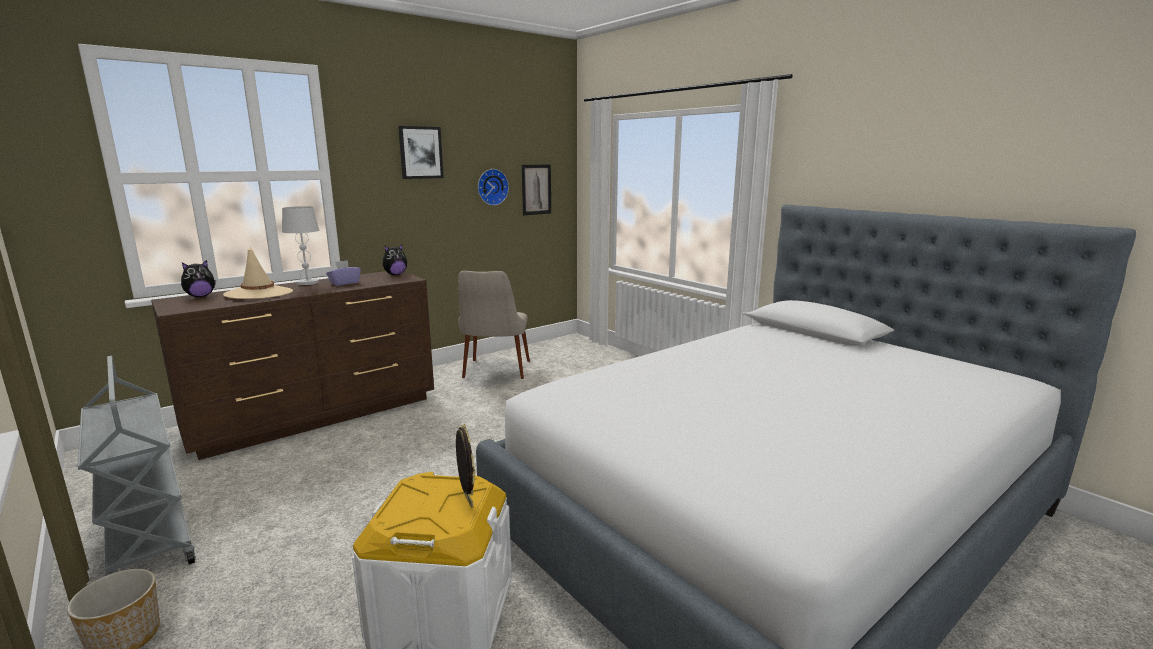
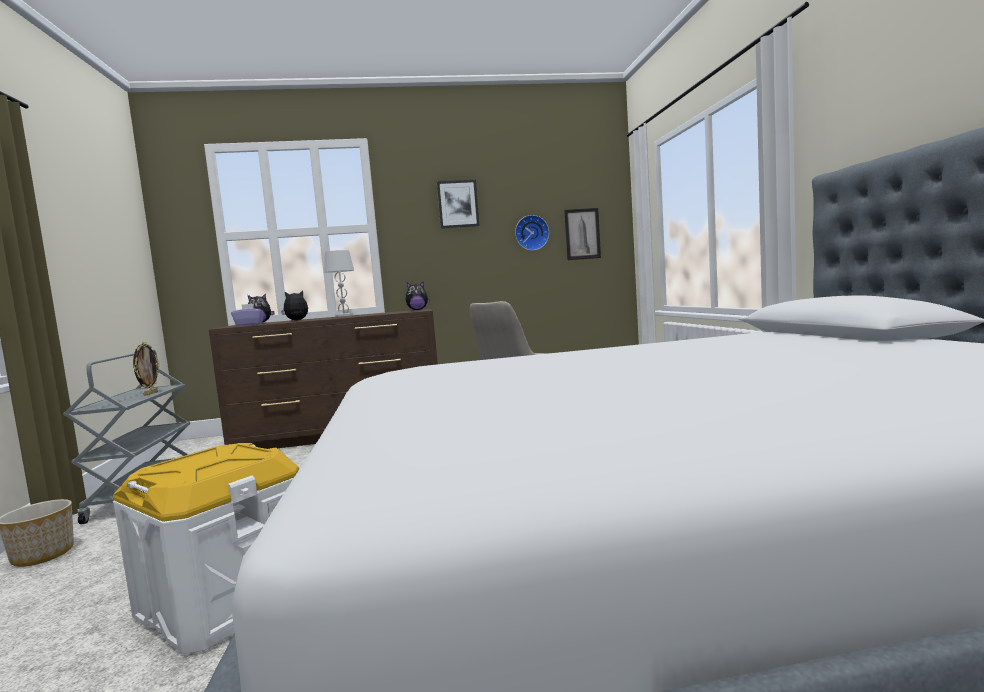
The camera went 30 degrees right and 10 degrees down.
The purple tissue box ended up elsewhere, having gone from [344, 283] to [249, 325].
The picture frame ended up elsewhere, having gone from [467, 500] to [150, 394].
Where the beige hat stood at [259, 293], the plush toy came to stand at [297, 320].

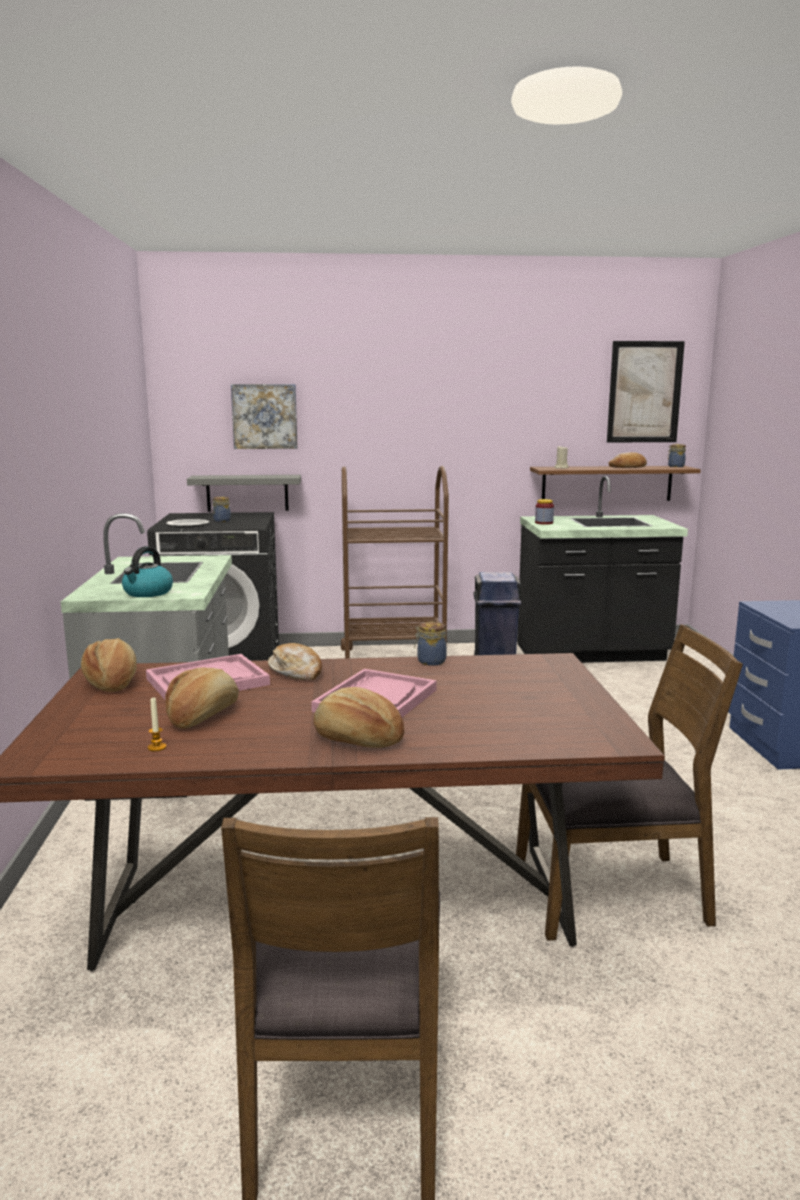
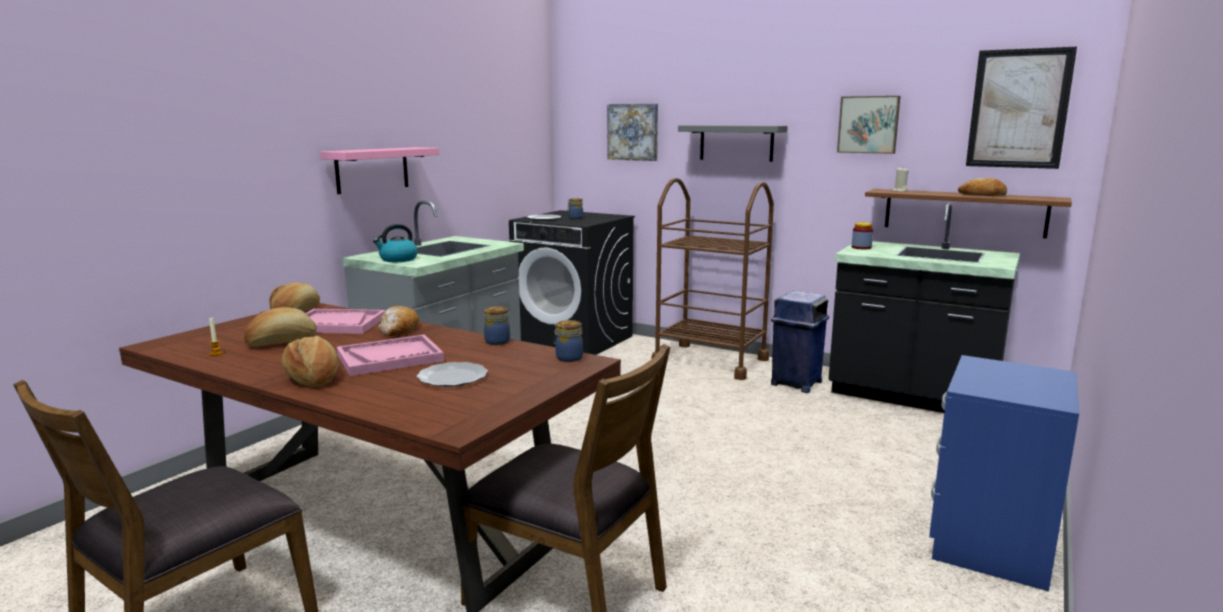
The camera went 35 degrees right and 0 degrees up.
The second view gained the pink shelf at [372, 169].
The second view gained the plate at [453, 377].
The second view gained the picture at [868, 124].
The grey shelf ended up elsewhere, having gone from [247, 493] to [736, 143].
The jar ended up elsewhere, having gone from [675, 466] to [568, 358].

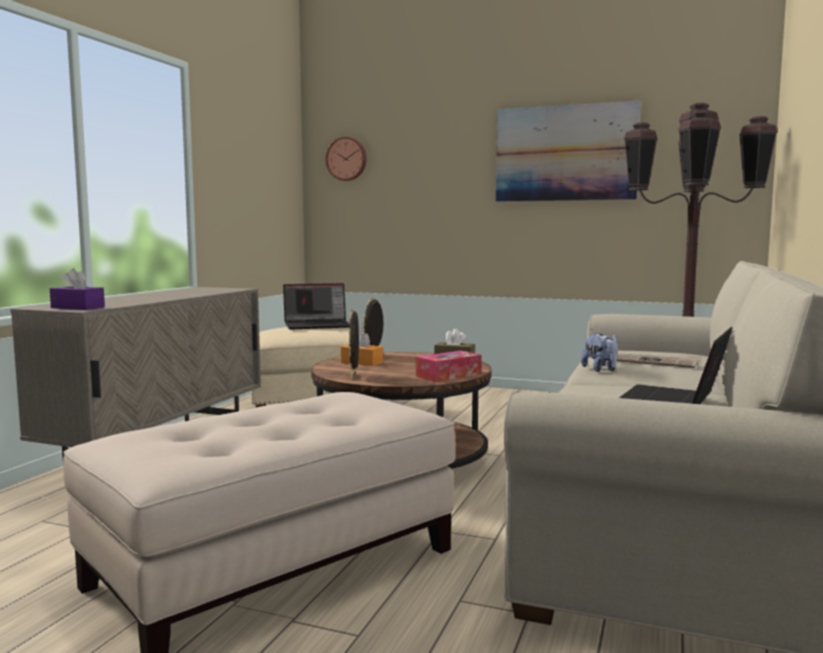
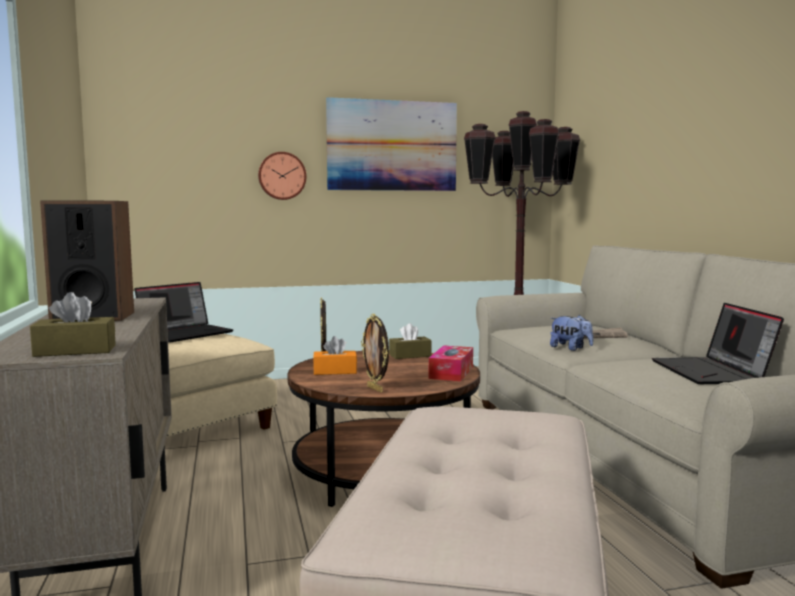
The camera went 35 degrees left and 0 degrees up.
The second view gained the speaker at [93, 317].
The wall clock ended up elsewhere, having gone from [347, 159] to [282, 176].
What was the purple tissue box at [78, 307] turned into the brown tissue box at [75, 351].

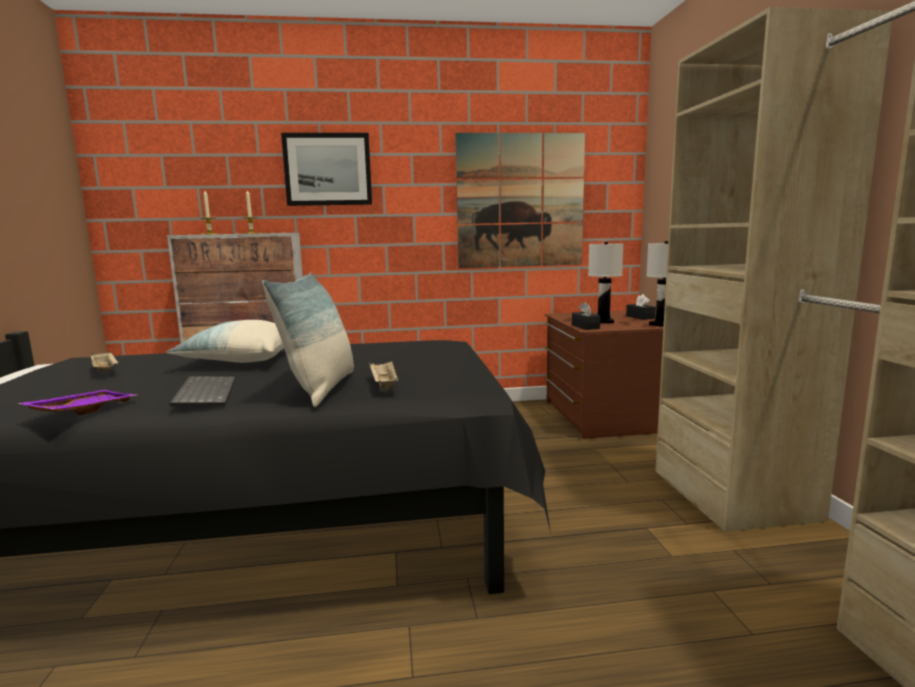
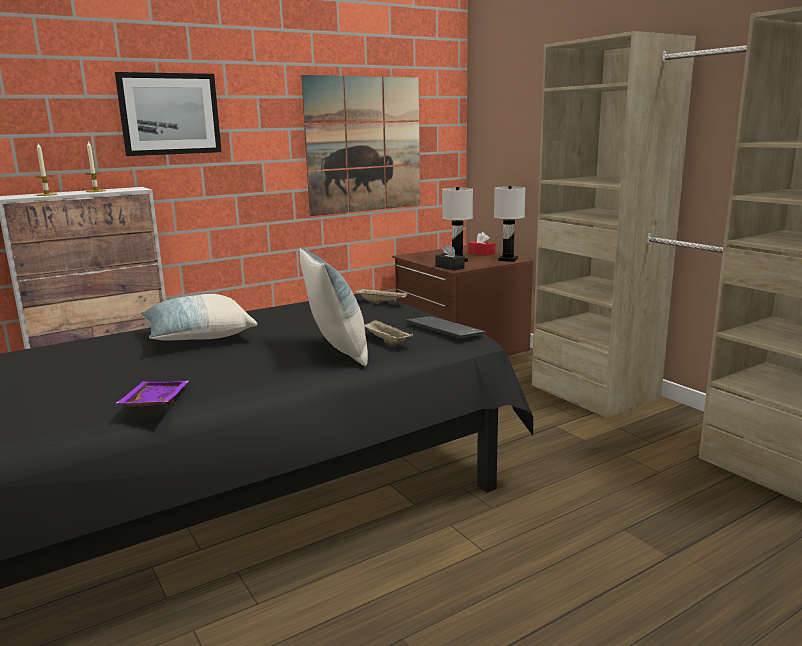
The camera went 25 degrees left and 5 degrees up.
The beige tray ended up elsewhere, having gone from [105, 371] to [382, 302].
The keyboard ended up elsewhere, having gone from [204, 393] to [442, 329].
What was the black tissue box at [640, 317] turned into the red tissue box at [481, 253].

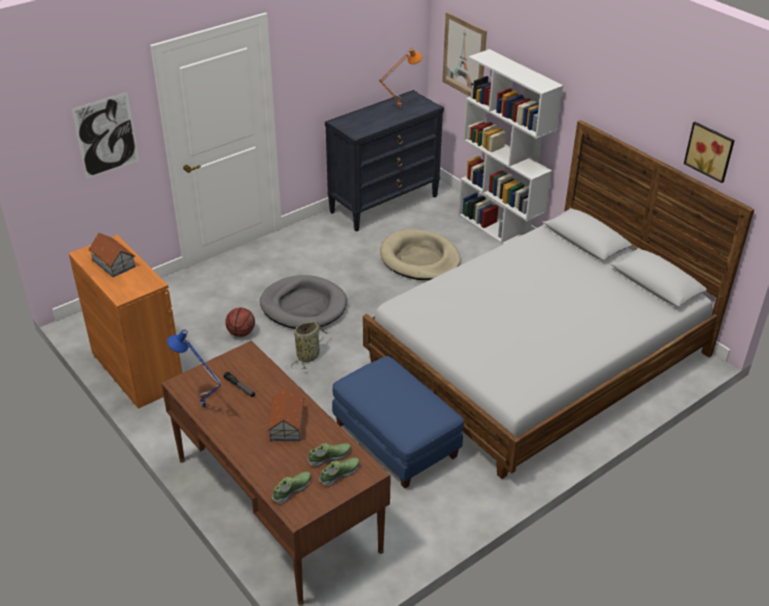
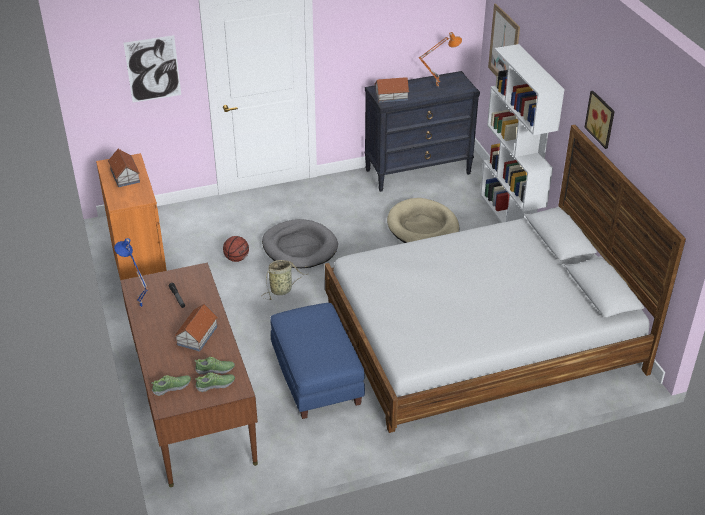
The camera went 20 degrees right and 0 degrees up.
The second view gained the toy house at [392, 96].
The picture ended up elsewhere, having gone from [710, 151] to [602, 119].

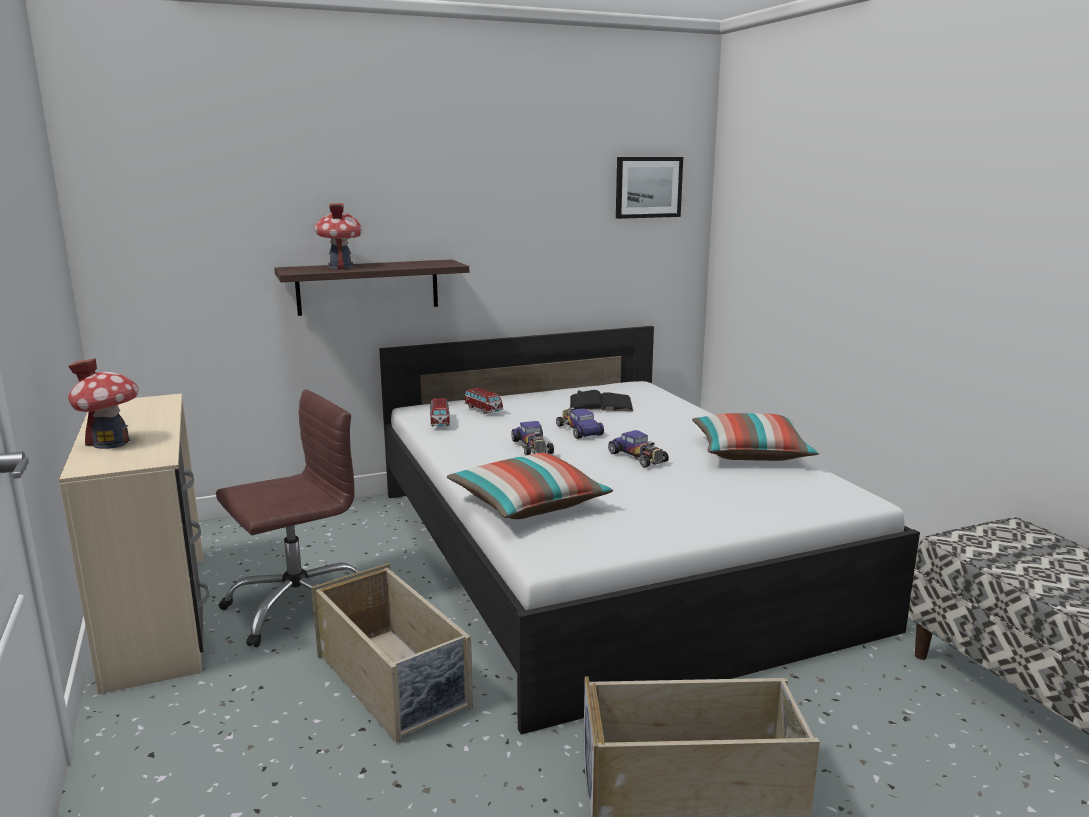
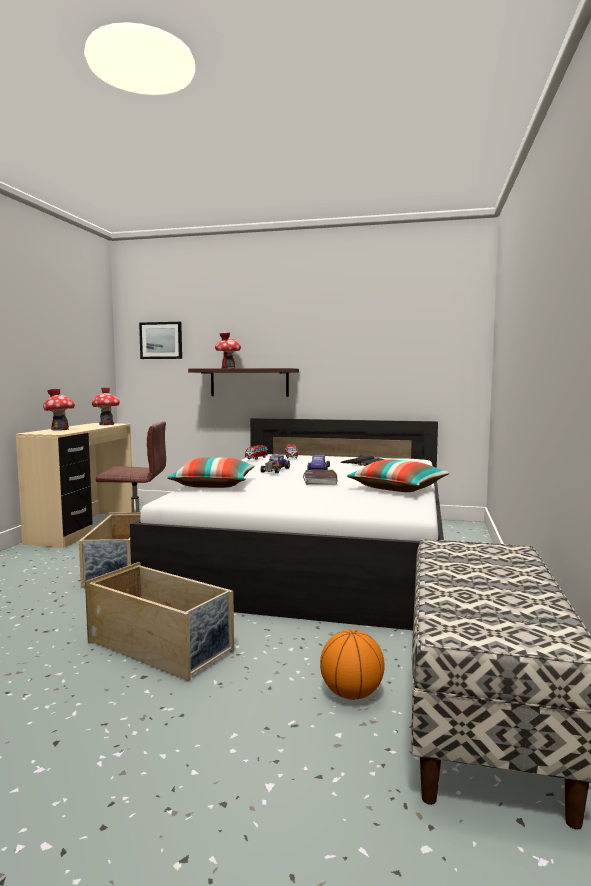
The camera went 35 degrees right and 10 degrees down.
The second view gained the toy house at [106, 424].
The second view gained the basketball at [351, 694].
The picture ended up elsewhere, having gone from [648, 187] to [161, 340].
Where the toy car stood at [638, 457], the book came to stand at [320, 480].

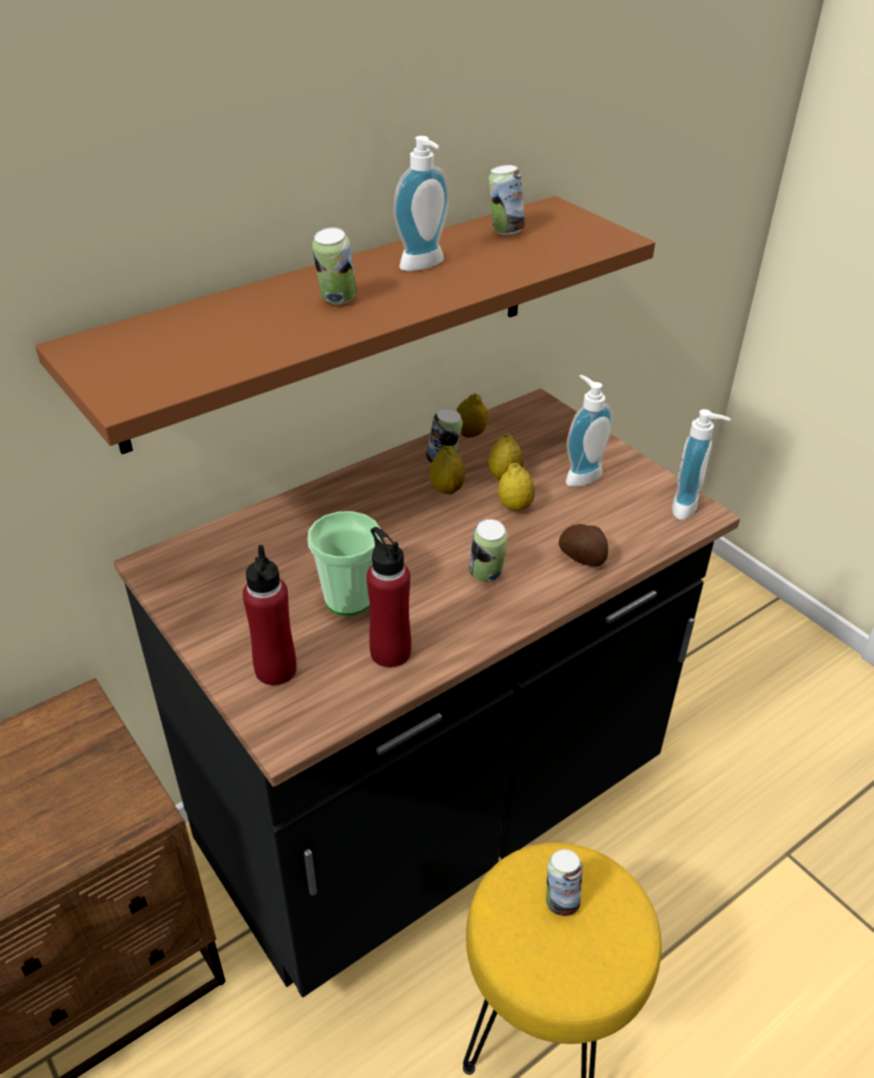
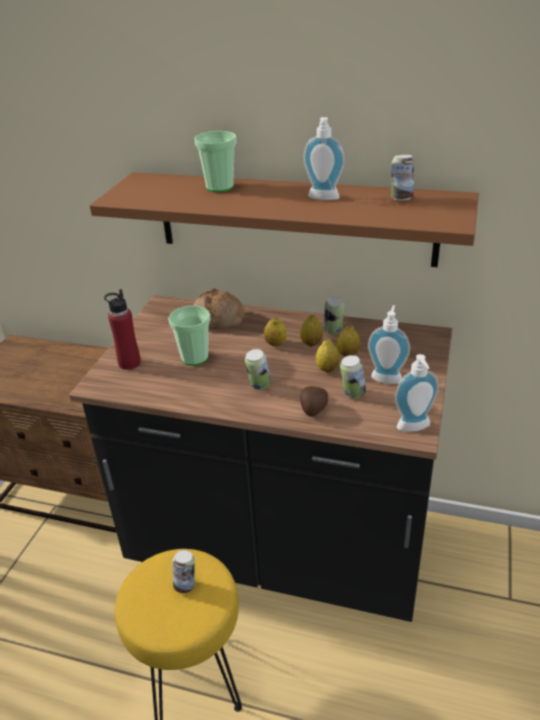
The camera went 55 degrees right and 5 degrees down.
The second view lost the red bottle at [390, 652].
The second view gained the bread at [217, 320].
The second view gained the cup at [219, 187].
The can ended up elsewhere, having gone from [336, 300] to [352, 394].
The lemon ended up elsewhere, having gone from [470, 434] to [275, 344].

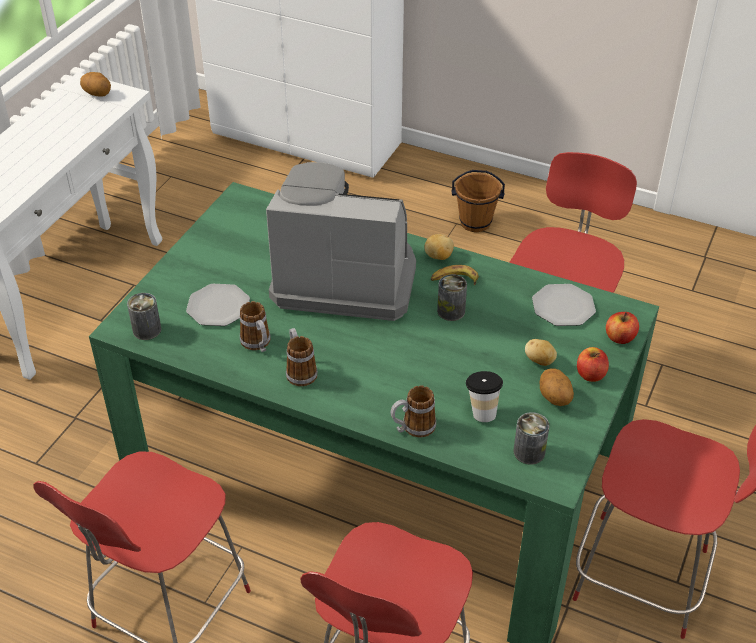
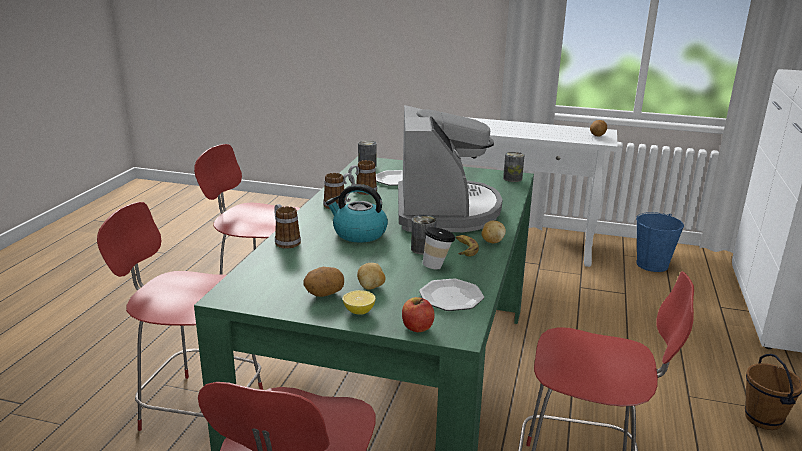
The camera went 80 degrees right and 20 degrees down.
The second view gained the kettle at [359, 233].
The second view gained the blue bucket at [652, 265].
The cup ended up elsewhere, having gone from [482, 411] to [437, 266].
The can ended up elsewhere, having gone from [529, 452] to [512, 178].
Where the apple stood at [590, 374], the lemon came to stand at [359, 311].

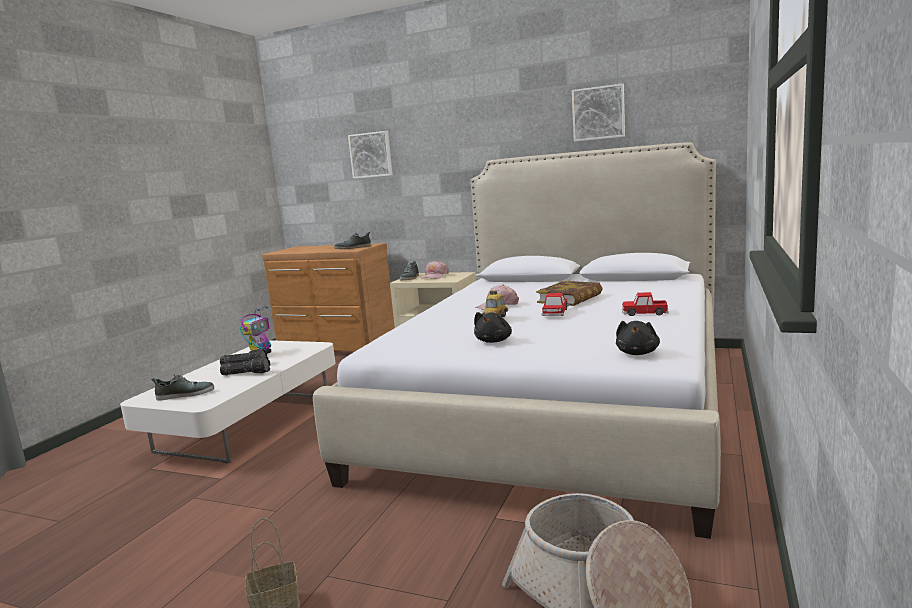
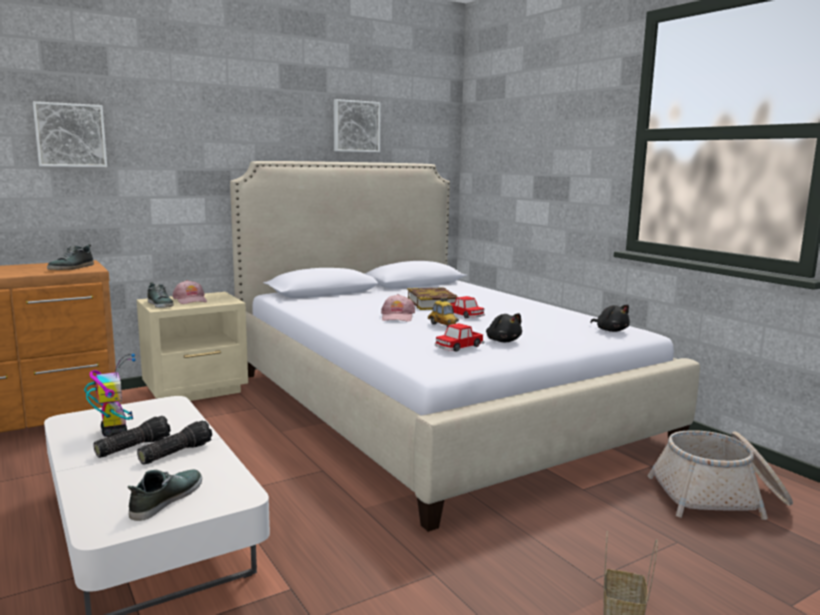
The camera went 55 degrees left and 0 degrees up.
The toy car ended up elsewhere, having gone from [644, 313] to [459, 346].

